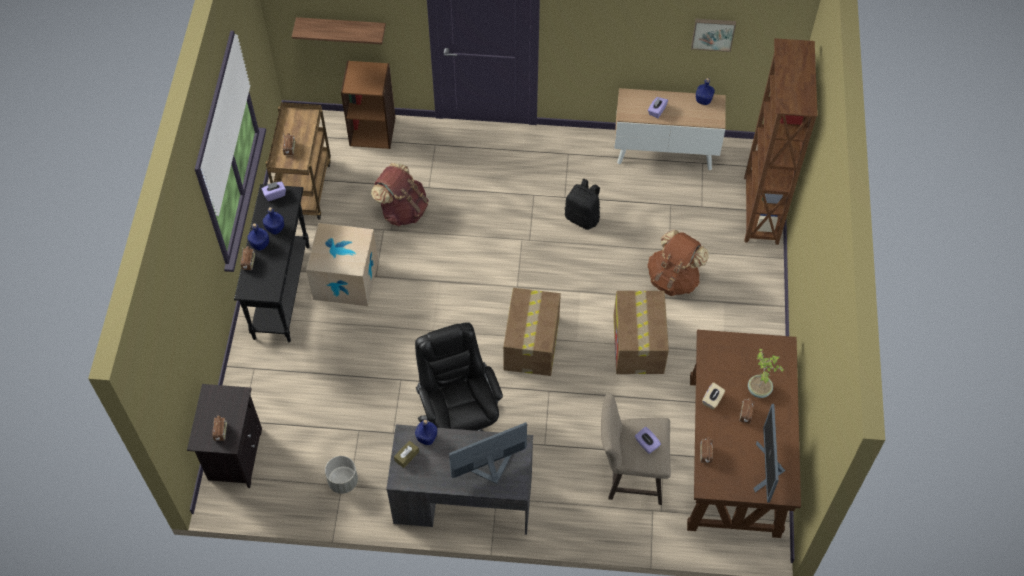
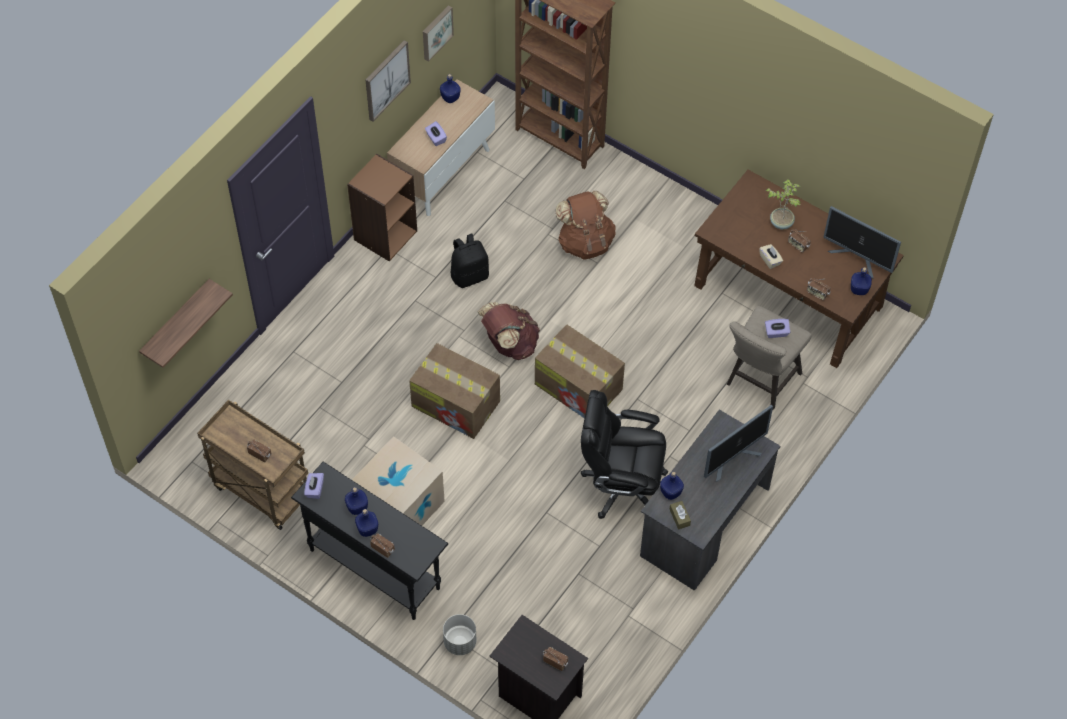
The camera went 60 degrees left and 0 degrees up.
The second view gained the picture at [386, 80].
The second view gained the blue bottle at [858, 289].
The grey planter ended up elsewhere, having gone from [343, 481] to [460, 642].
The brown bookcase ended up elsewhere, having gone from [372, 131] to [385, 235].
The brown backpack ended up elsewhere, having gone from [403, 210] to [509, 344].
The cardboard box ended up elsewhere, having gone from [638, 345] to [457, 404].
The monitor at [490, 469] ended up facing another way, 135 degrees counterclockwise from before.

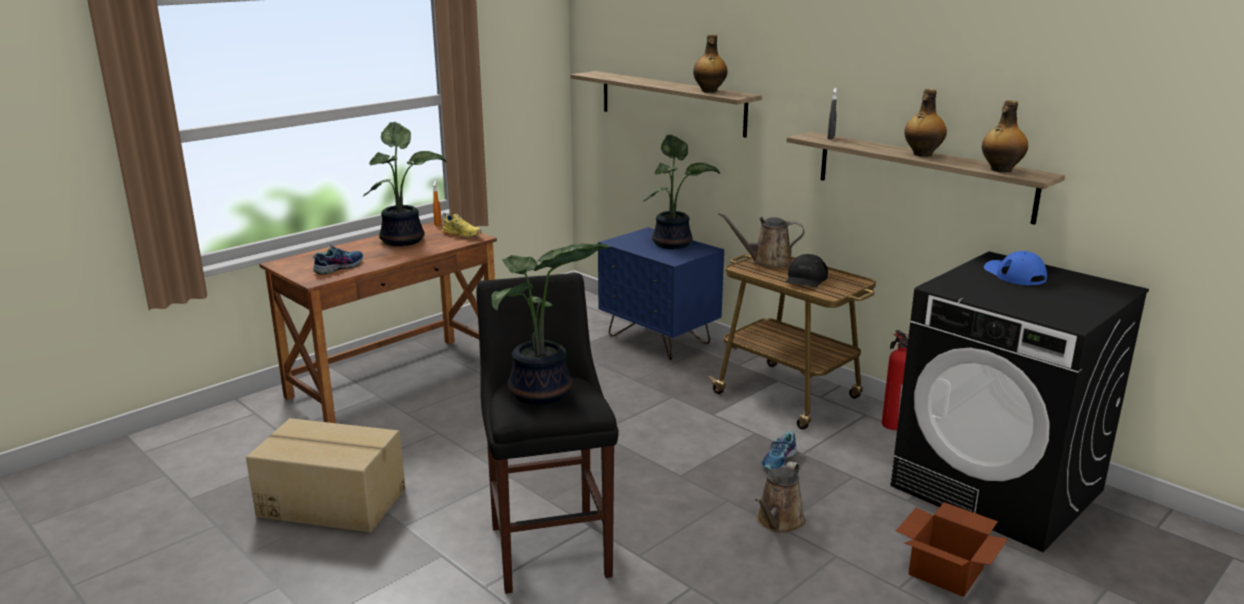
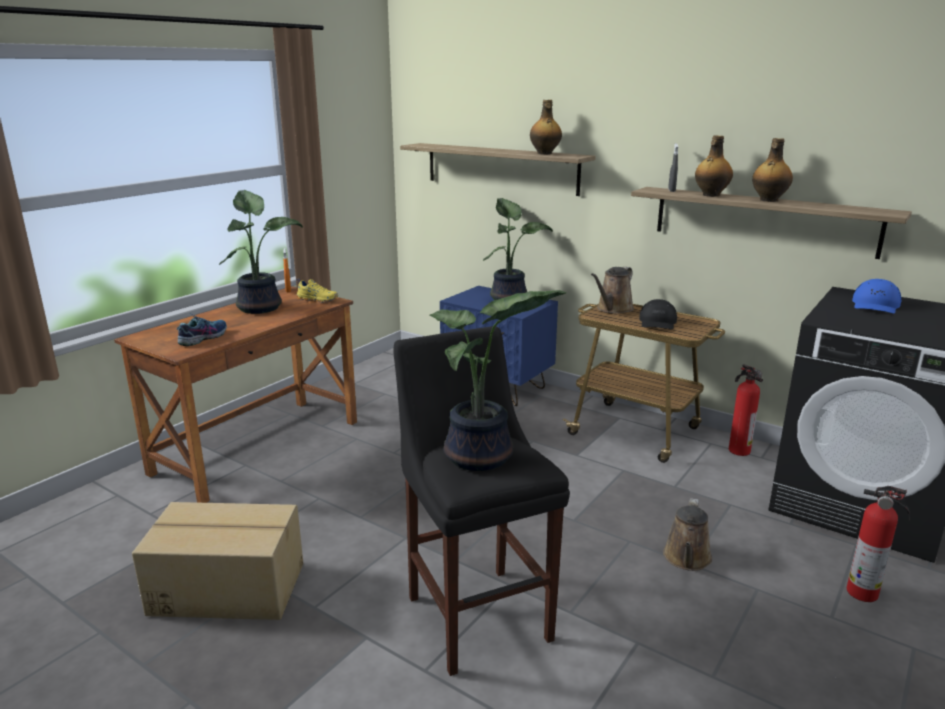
The camera went 10 degrees left and 0 degrees up.
The second view lost the shoe at [779, 460].
The bottle ended up elsewhere, having gone from [1000, 170] to [710, 195].
Where the cardboard box stood at [947, 571], the fire extinguisher came to stand at [864, 593].
The brown watering can at [767, 261] ended up facing another way, 45 degrees counterclockwise from before.
The blue cap at [1014, 274] ended up facing another way, 120 degrees counterclockwise from before.

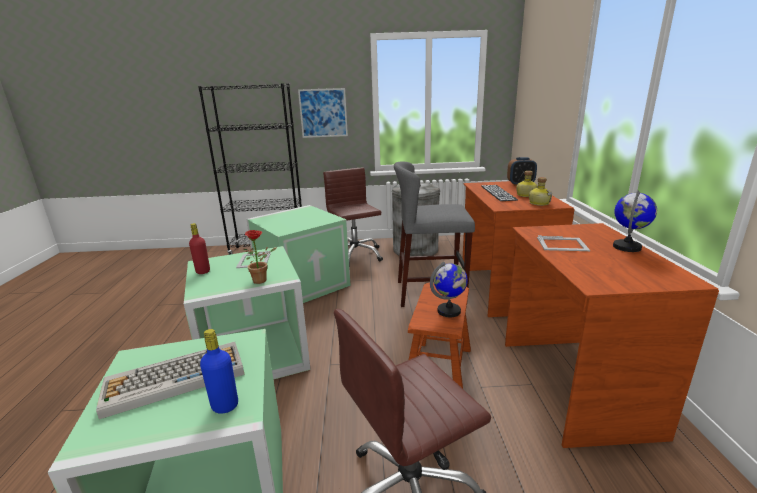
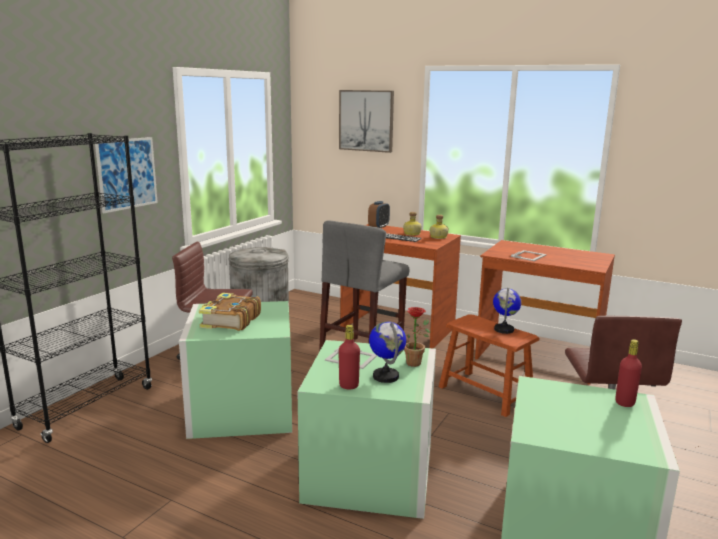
The camera went 60 degrees left and 5 degrees down.
The second view lost the keyboard at [174, 379].
The second view gained the book at [230, 321].
The second view gained the picture at [366, 120].
The globe ended up elsewhere, having gone from [627, 247] to [386, 376].
What was the blue bottle at [225, 406] turned into the red bottle at [625, 403].

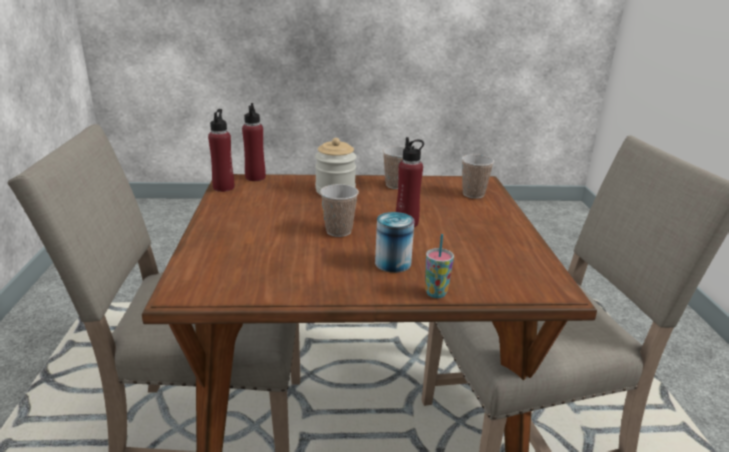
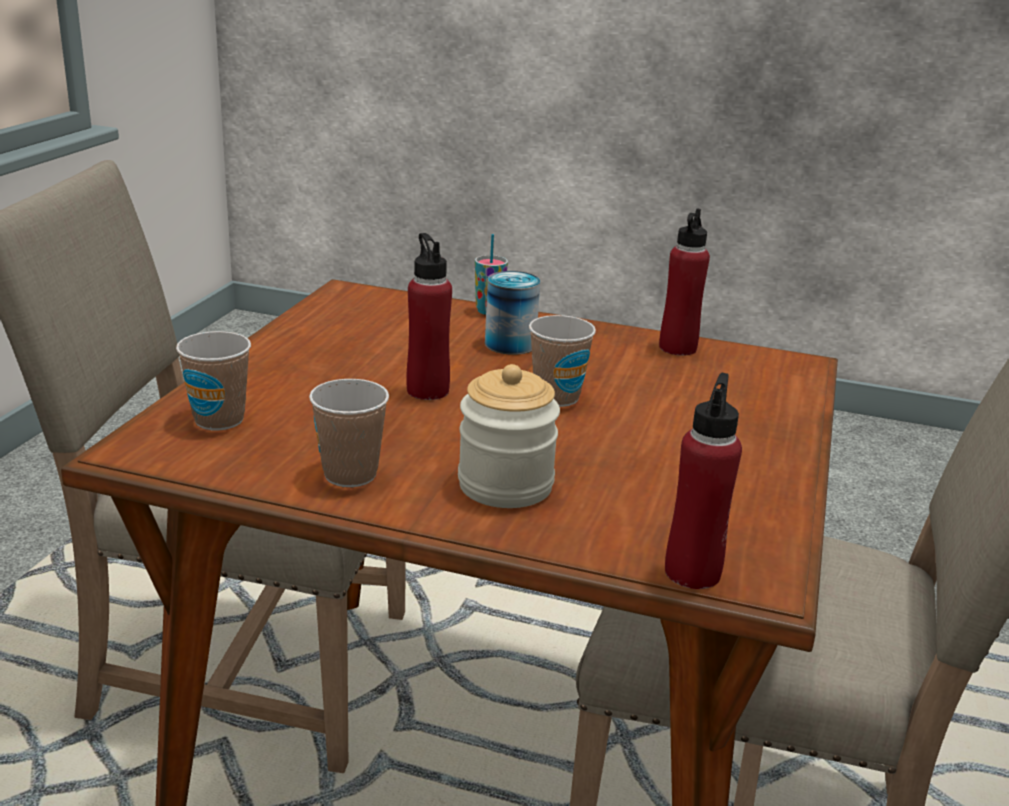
The camera went 160 degrees left and 0 degrees up.
The red bottle ended up elsewhere, having gone from [223, 187] to [677, 348].

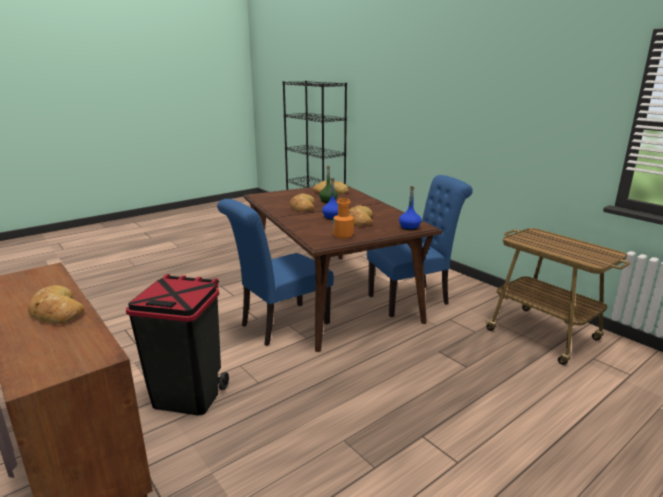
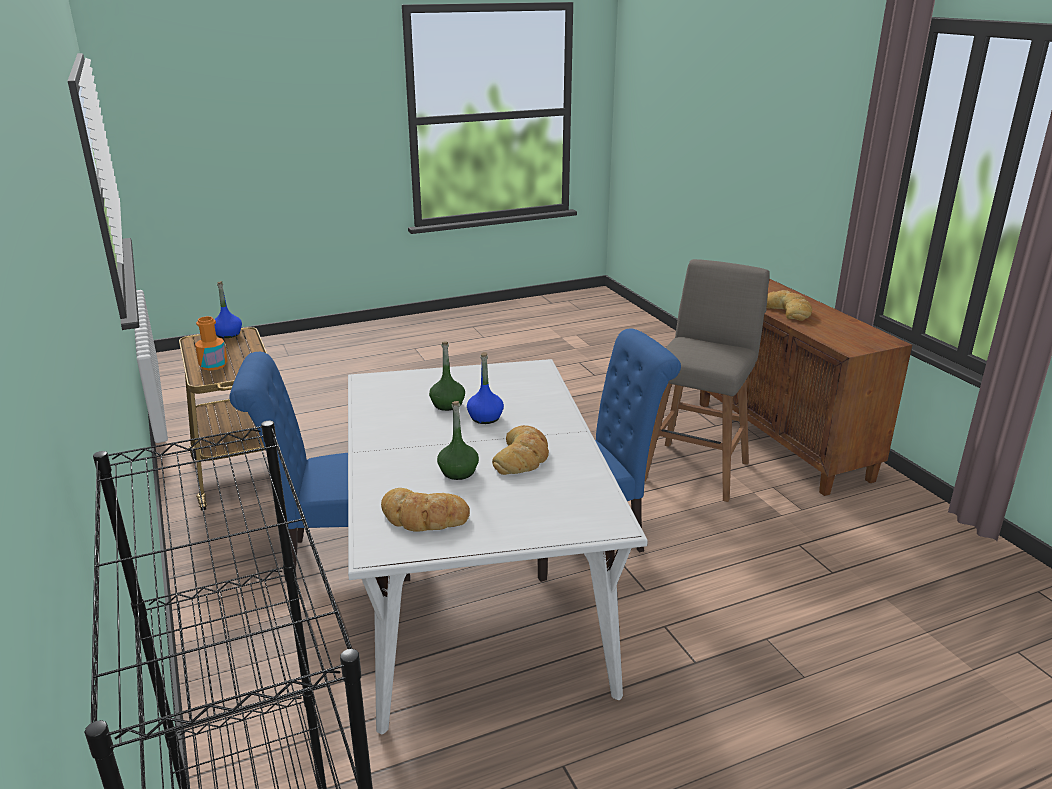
The camera went 165 degrees left and 5 degrees up.
The orange bottle ended up elsewhere, having gone from [343, 235] to [213, 365].
The blue bottle ended up elsewhere, having gone from [409, 227] to [228, 334].
Where the black trash can stood at [188, 396], the grey stool came to stand at [696, 469].
Where the bread stood at [359, 220], the green bottle came to stand at [447, 404].
What was the brown dining table at [332, 296] turned into the white dining table at [475, 590].

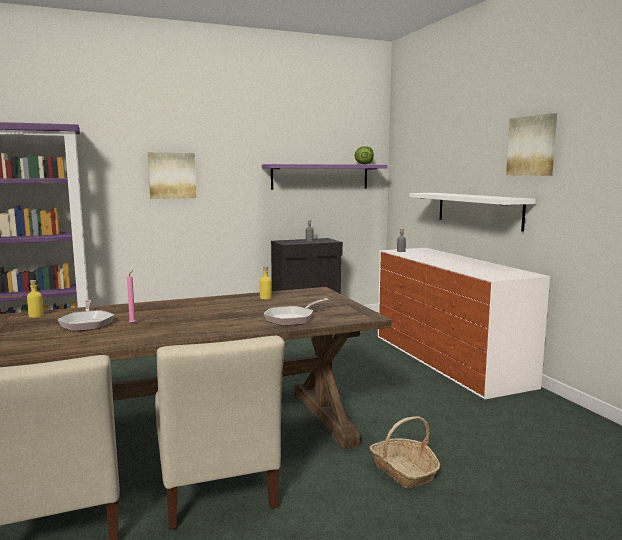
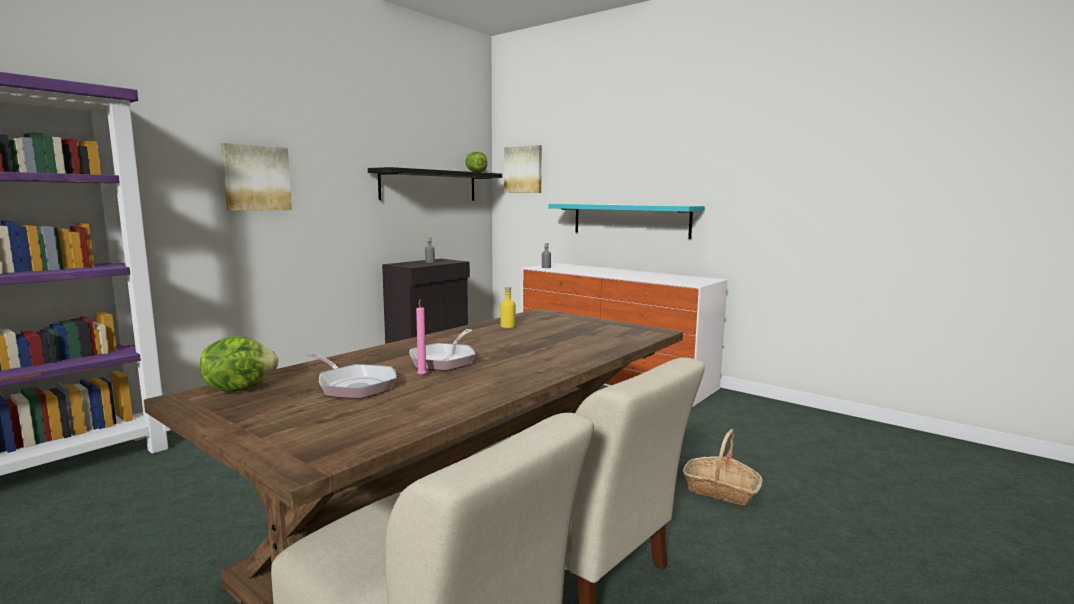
The camera went 30 degrees left and 0 degrees up.
The frying pan ended up elsewhere, having gone from [292, 318] to [445, 360].
The picture ended up elsewhere, having gone from [532, 146] to [523, 169].
Where the yellow bottle stood at [36, 316], the lettuce came to stand at [239, 388].
What was the purple shelf at [320, 176] turned into the black shelf at [429, 186].
What was the white shelf at [478, 210] turned into the turquoise shelf at [630, 220].

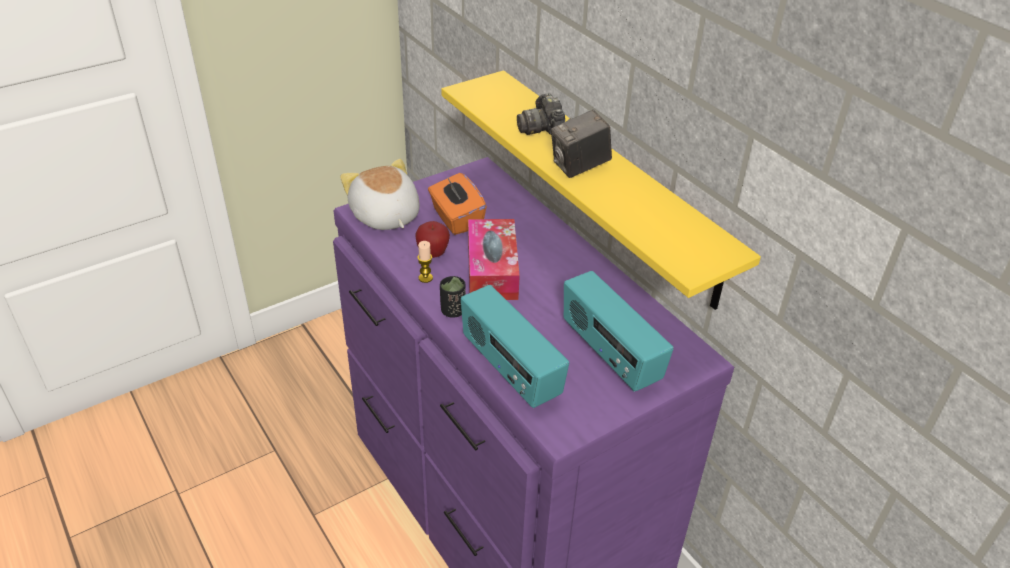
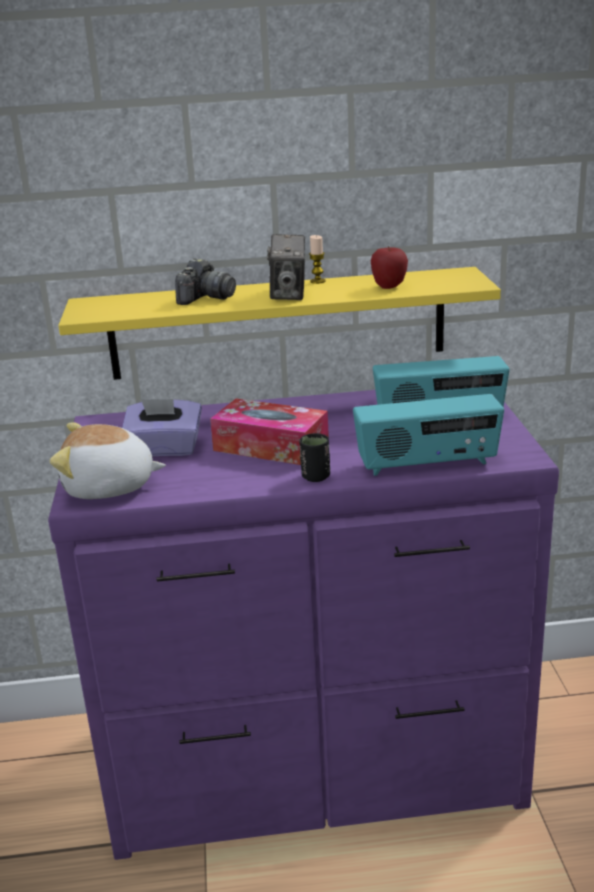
The camera went 60 degrees left and 15 degrees down.
The apple ended up elsewhere, having gone from [433, 254] to [389, 287].
The candle ended up elsewhere, having gone from [425, 278] to [317, 281].
What was the orange tissue box at [456, 219] turned into the purple tissue box at [165, 449].
The photo camera at [542, 129] ended up facing another way, 75 degrees counterclockwise from before.

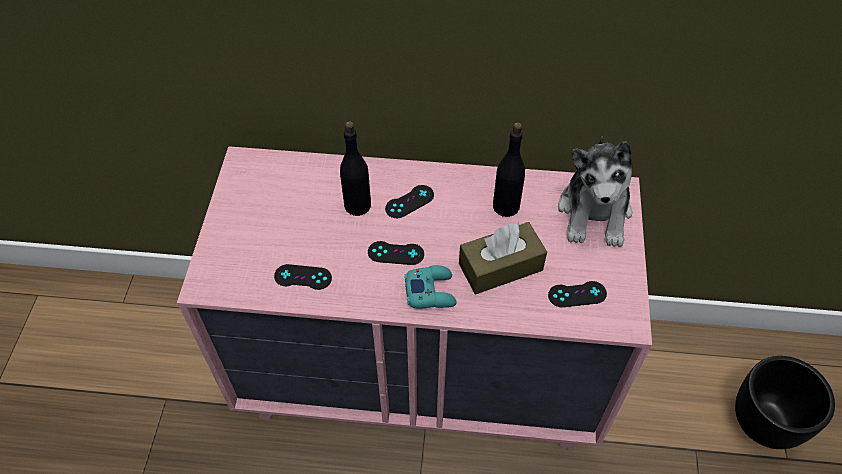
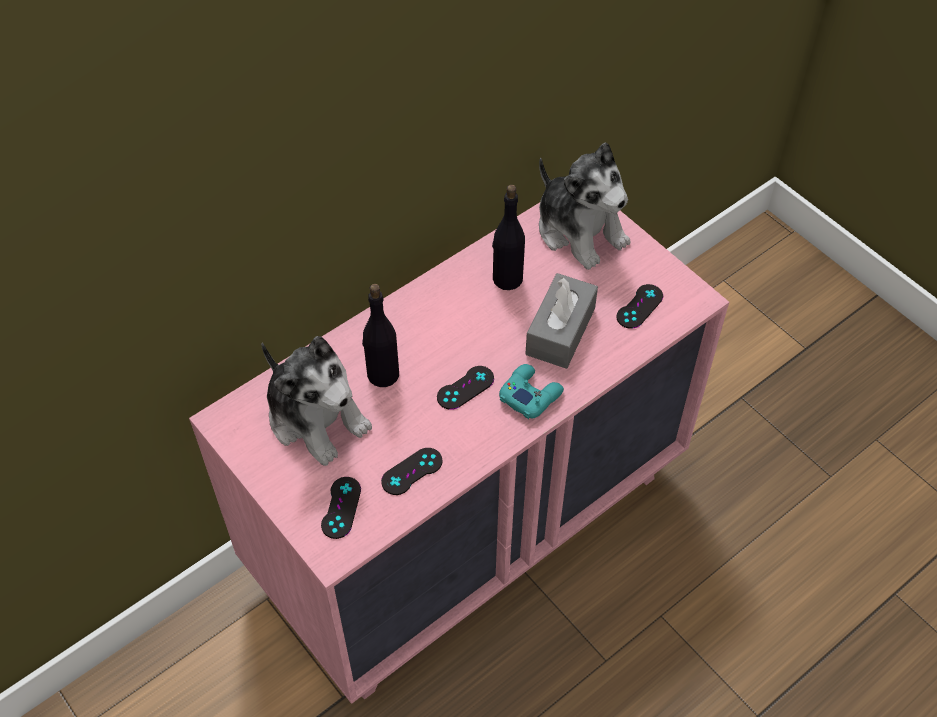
The camera went 45 degrees left and 0 degrees up.
The second view lost the black planter at [764, 423].
The second view gained the plush toy at [316, 417].
The black game controller ended up elsewhere, having gone from [409, 202] to [341, 507].
What was the brown tissue box at [500, 267] turned into the grey tissue box at [560, 331].

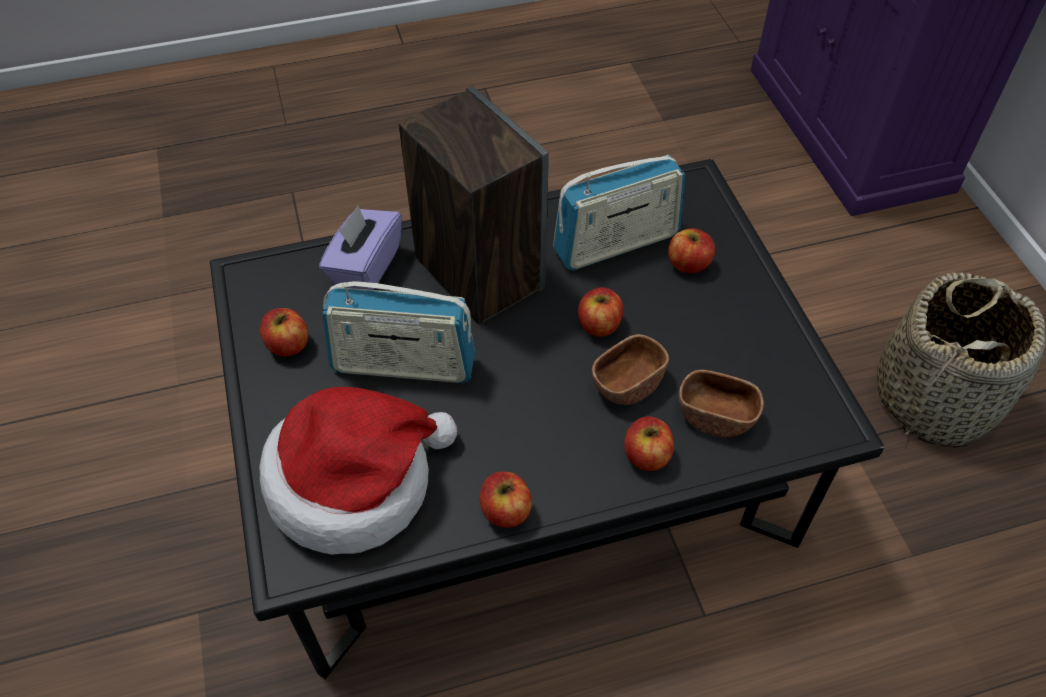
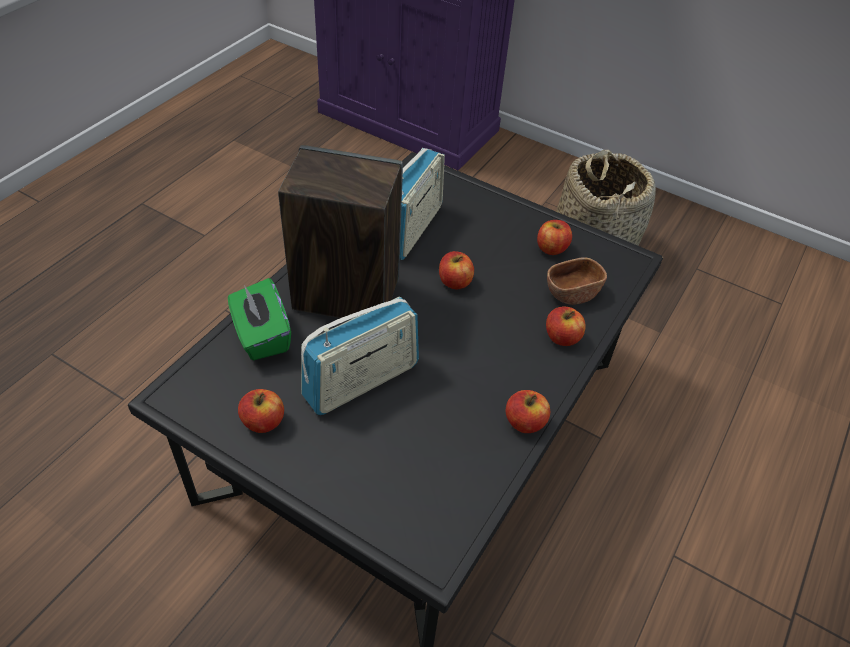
The camera went 45 degrees left and 5 degrees down.
The second view lost the hat at [355, 481].
The second view lost the brown bowl at [627, 384].
The apple ended up elsewhere, having gone from [688, 264] to [551, 248].
What was the purple tissue box at [365, 266] turned into the green tissue box at [261, 336].

